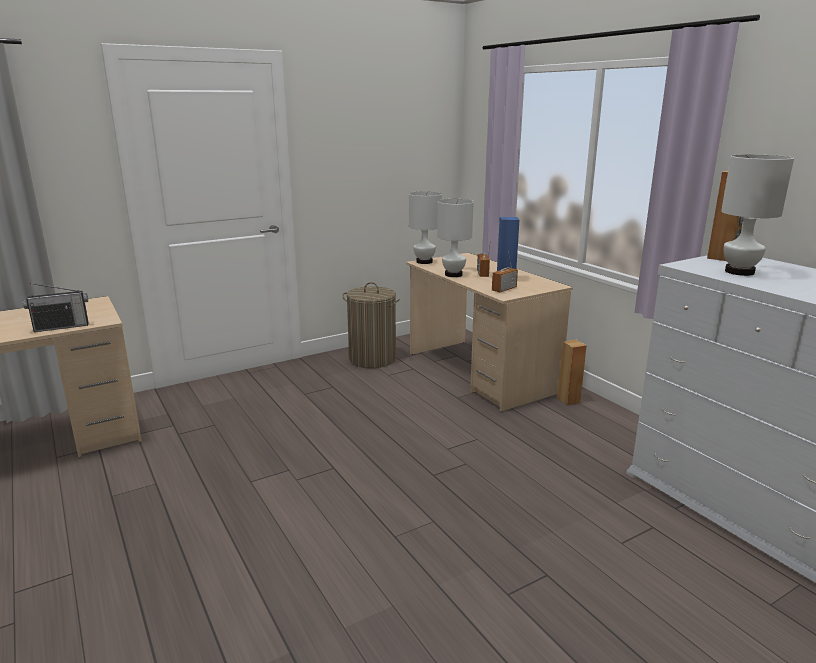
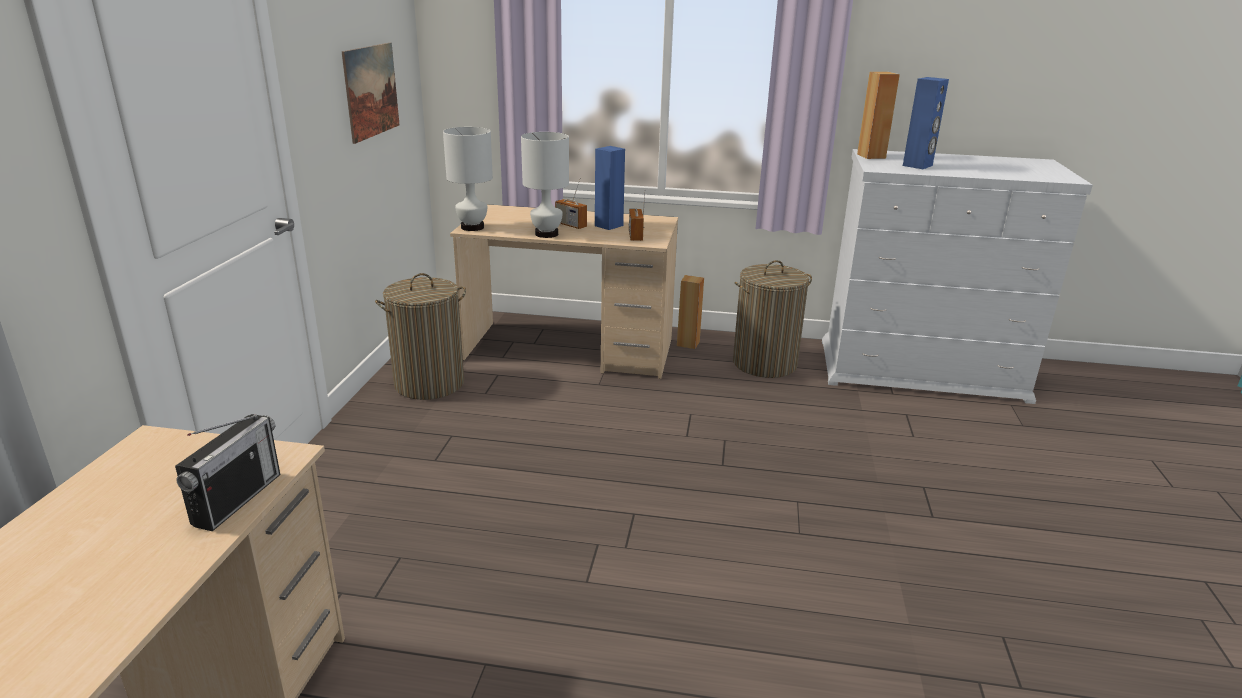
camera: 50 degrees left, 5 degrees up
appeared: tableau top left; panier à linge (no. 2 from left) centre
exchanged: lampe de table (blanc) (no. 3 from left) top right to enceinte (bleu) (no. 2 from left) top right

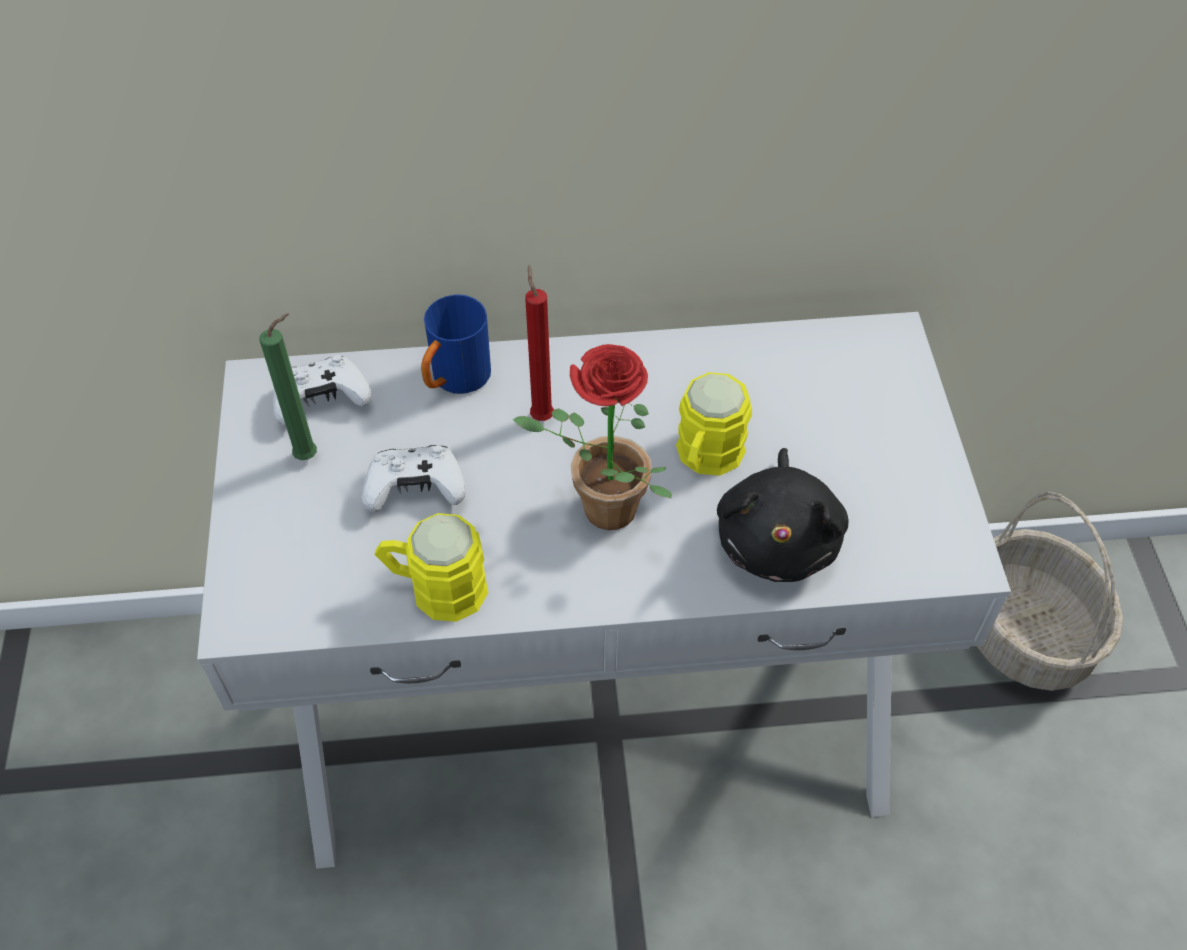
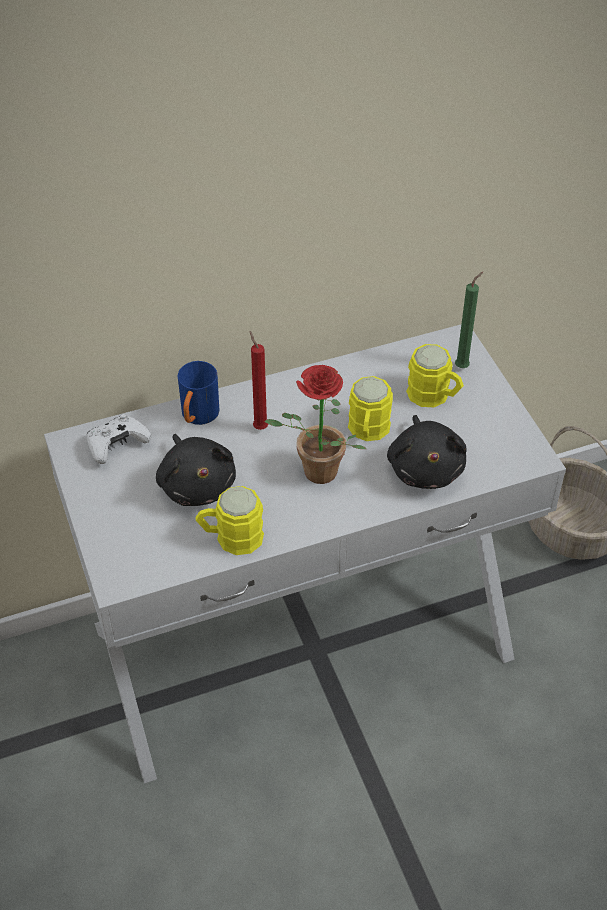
camera: 15 degrees left, 5 degrees down
appeared: mug (jaune) (no. 3 from left) middle right
relocated: bougie (vert) middle left to middle right
exchanged: manette (blanc) (no. 2 from left) centre to peluche (noir) (no. 1 from left) middle left

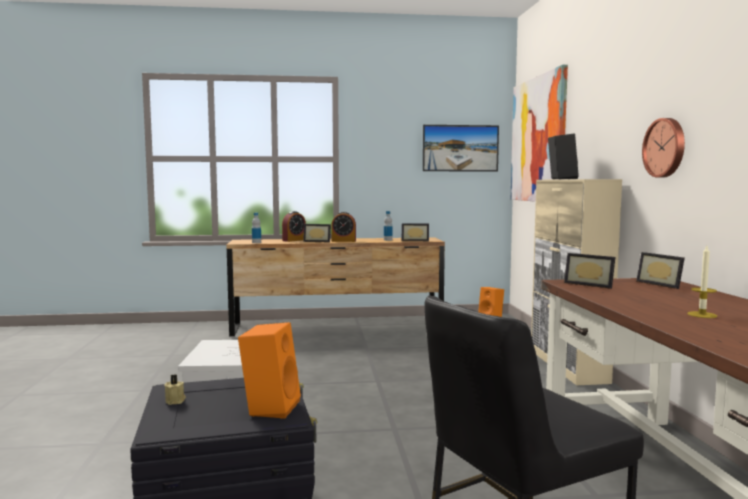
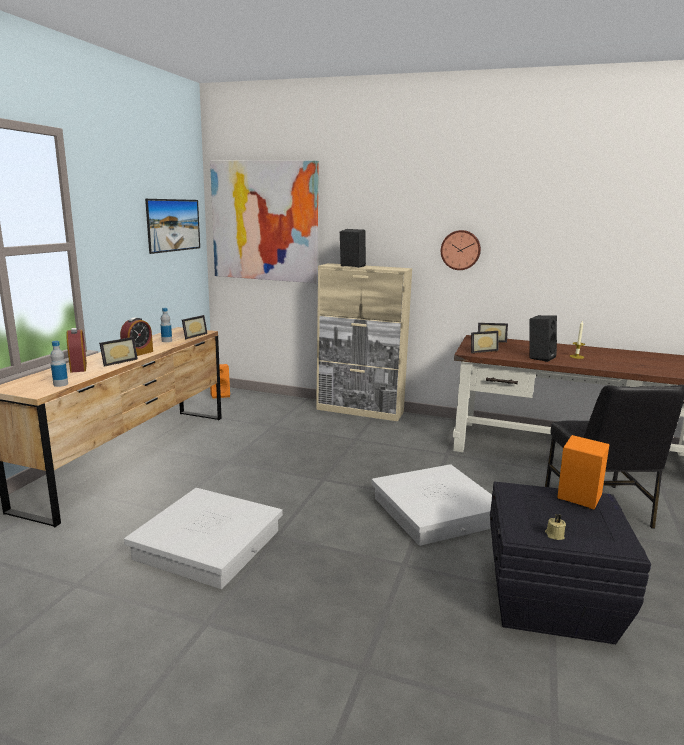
camera: 65 degrees left, 10 degrees up
appeared: boîte de rangement (blanc) (no. 2 from left) bottom centre; enceinte (noir) (no. 2 from left) middle right

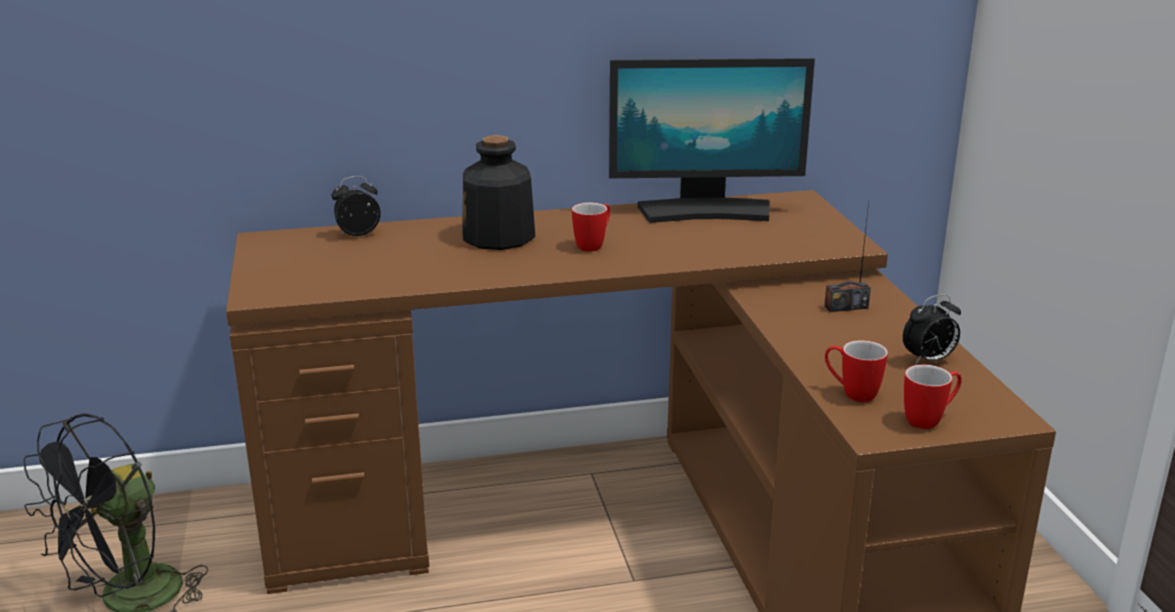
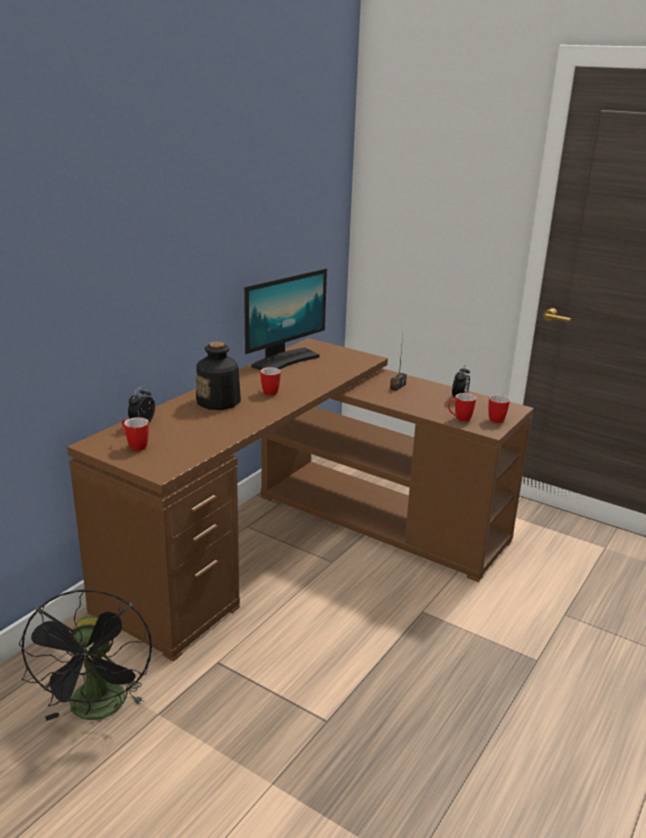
camera: 45 degrees left, 0 degrees up
appeared: mug (no. 1 from left) middle left

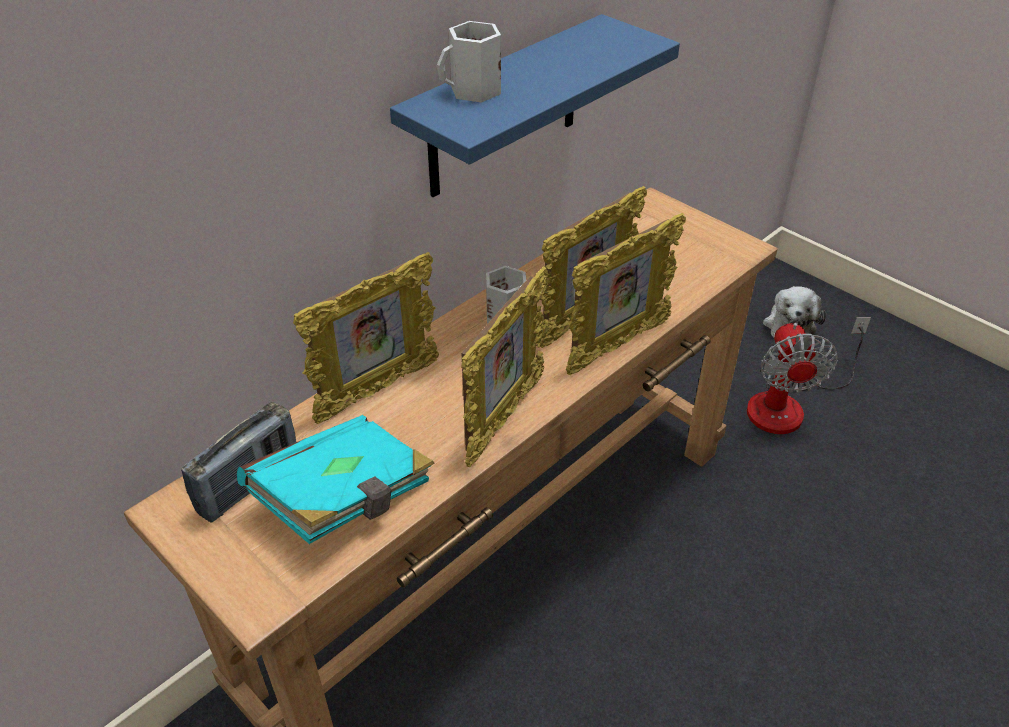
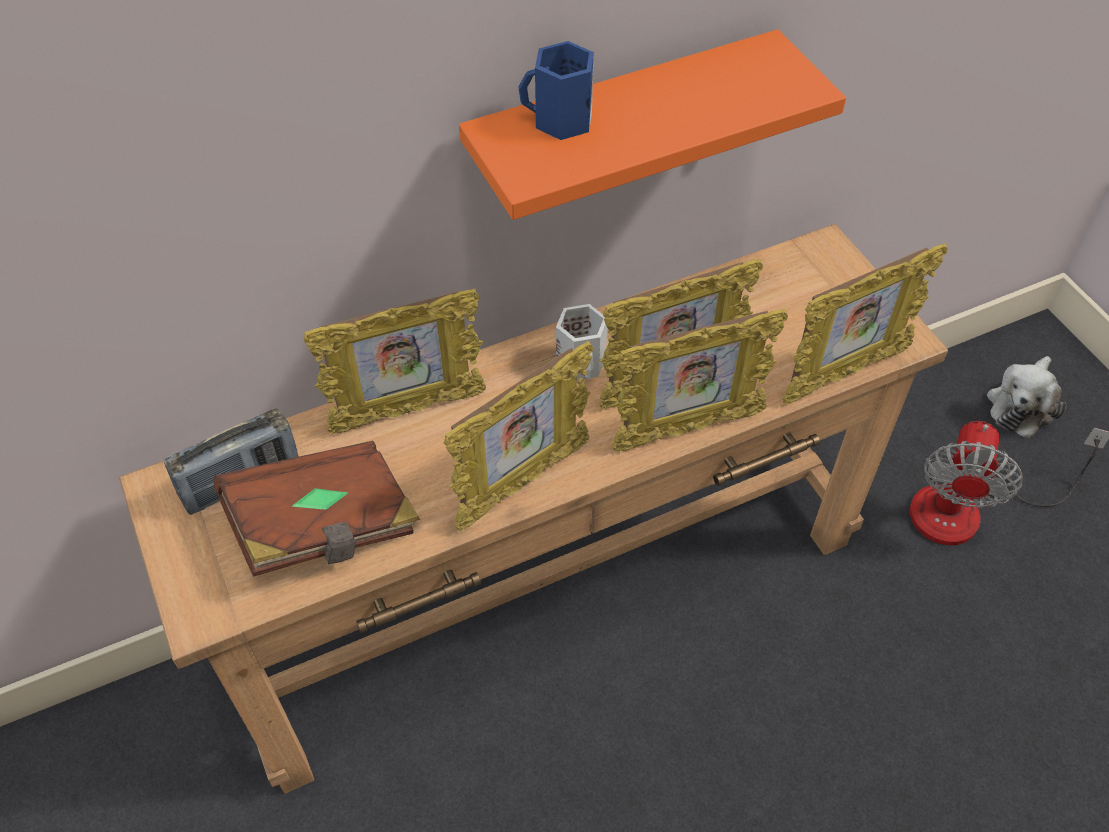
camera: 20 degrees right, 10 degrees up
appeared: cadre photo (no. 5 from left) middle right
colour: livre (turquoise) middle left to livre (marron) middle left; étagère (bleu) top centre to étagère (orange) top centre; mug (blanc) (no. 1 from left) top centre to mug (bleu) top centre

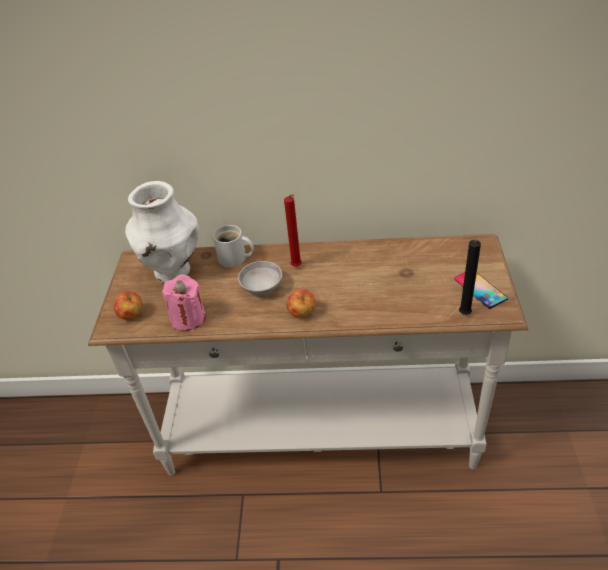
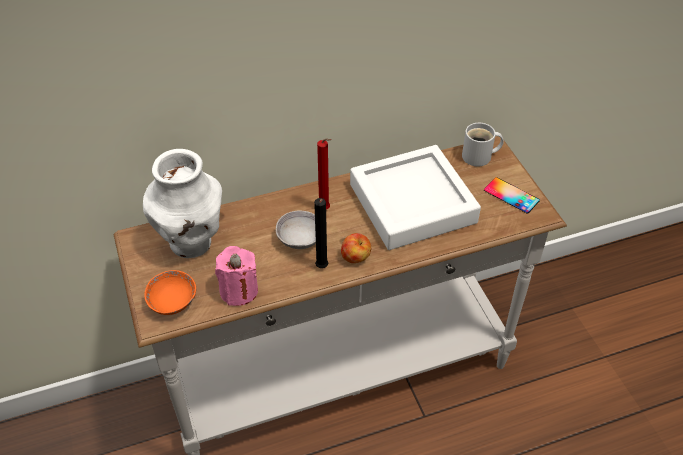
camera: 25 degrees left, 5 degrees up
appeared: plateau (blanc) centre
relocated: mug (blanc) centre to top right; bougie (noir) middle right to centre
exchanged: pomme (no. 1 from left) middle left to bol (orange) middle left

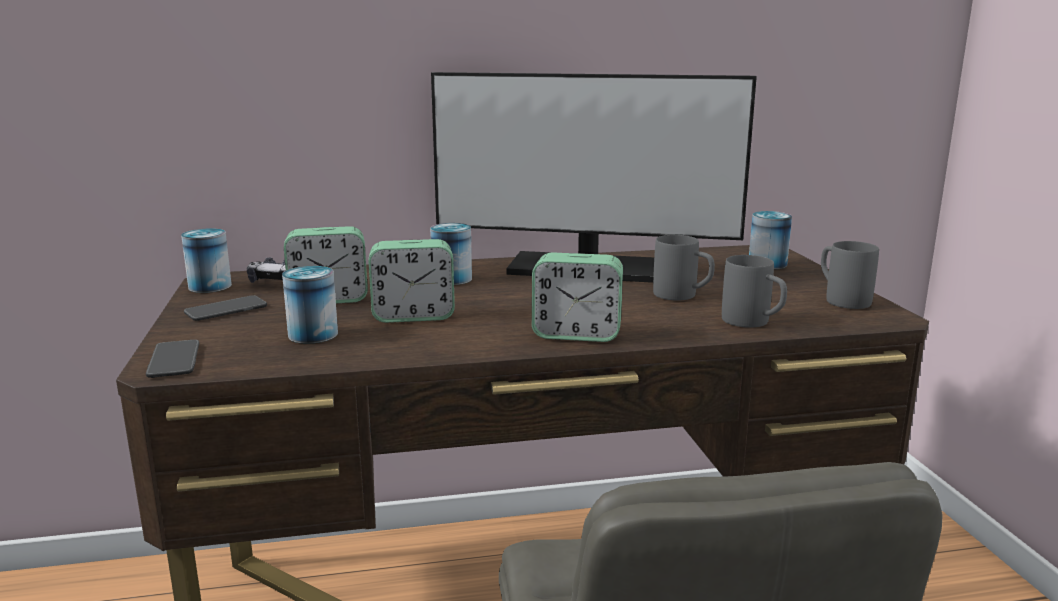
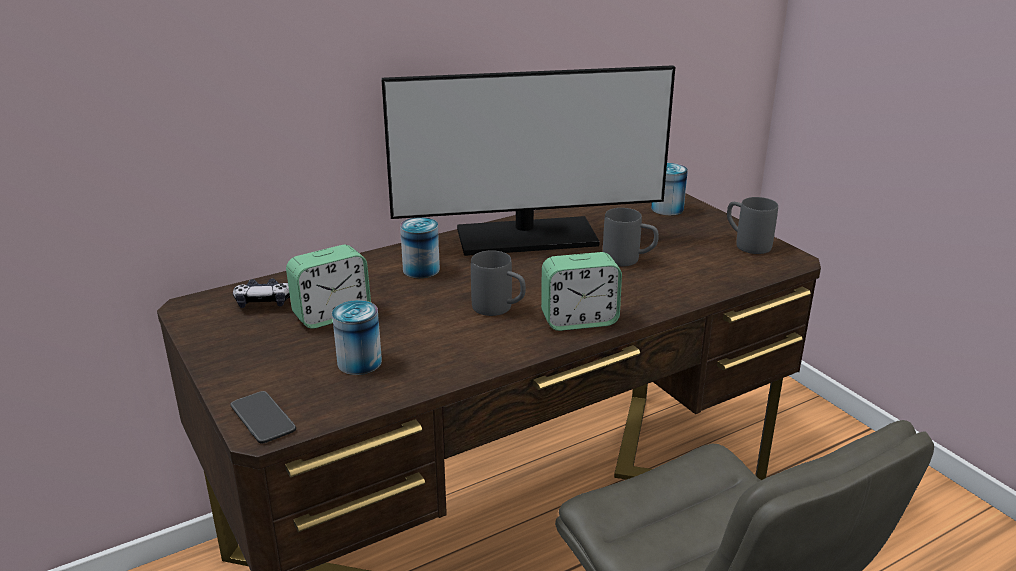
camera: 20 degrees left, 10 degrees up
missing: boîte métallique (no. 1 from left) middle left; téléphone (no. 2 from left) middle left; réveil (no. 2 from left) centre
relocated: mug (gris) (no. 2 from left in the first image) middle right to mug (gris) (no. 1 from left) centre

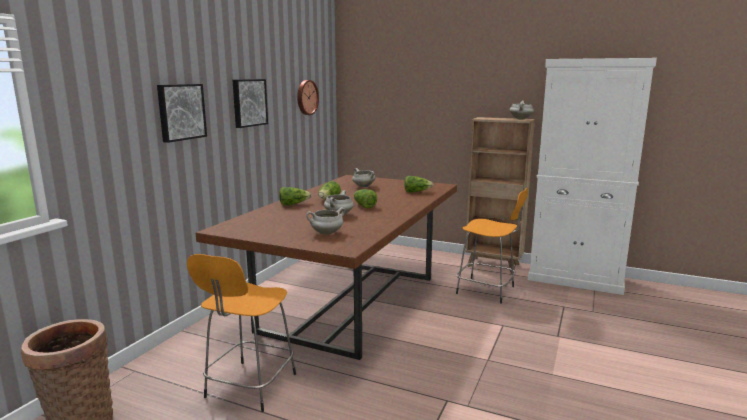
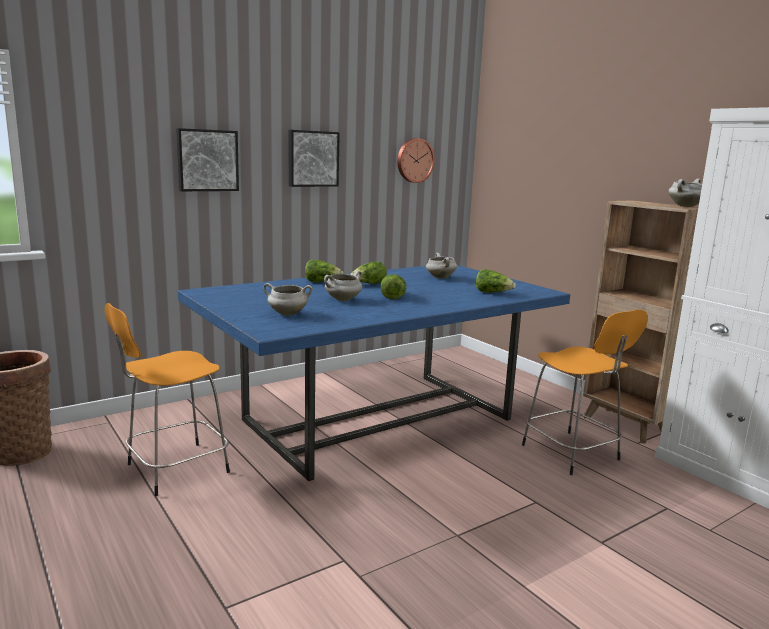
camera: 30 degrees right, 0 degrees up
colour: table à manger (marron) centre to table à manger (bleu) centre

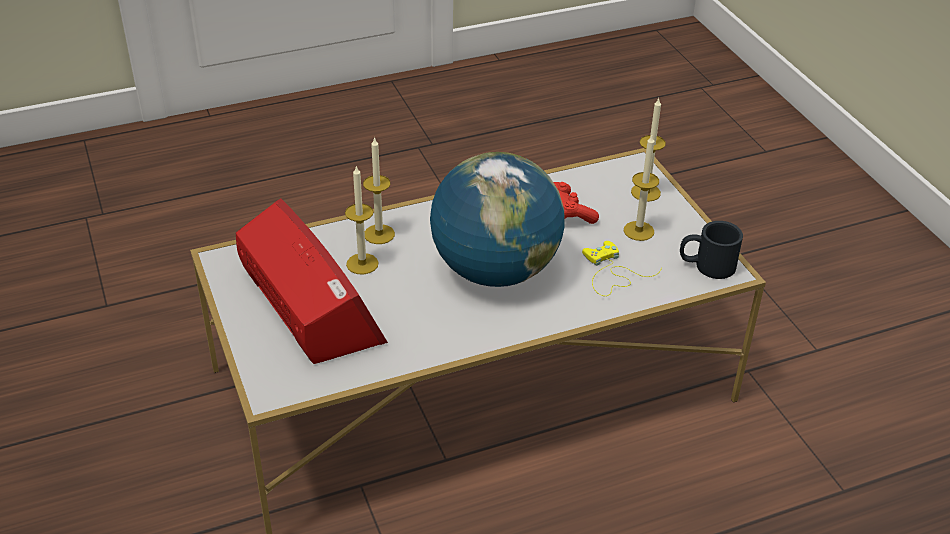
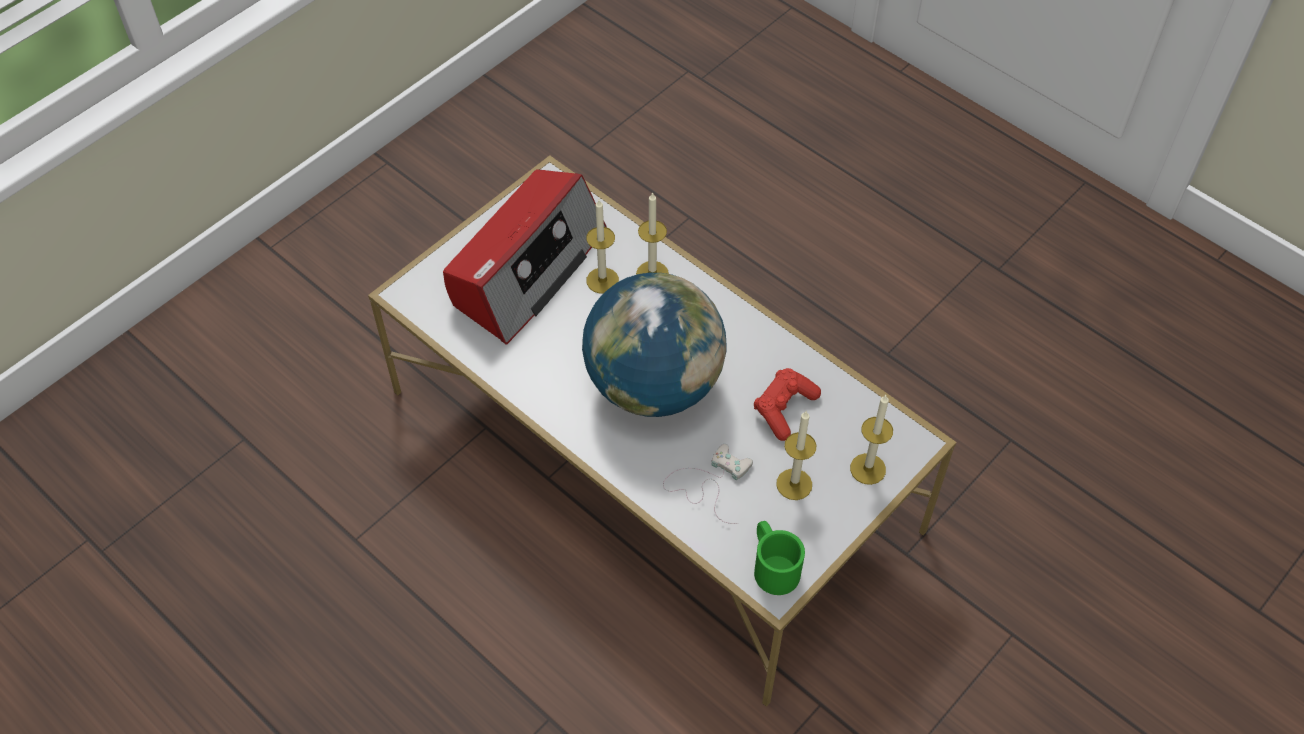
camera: 65 degrees right, 15 degrees up
colour: manette (jaune) centre to manette (blanc) centre; mug (noir) middle right to mug (vert) bottom centre

